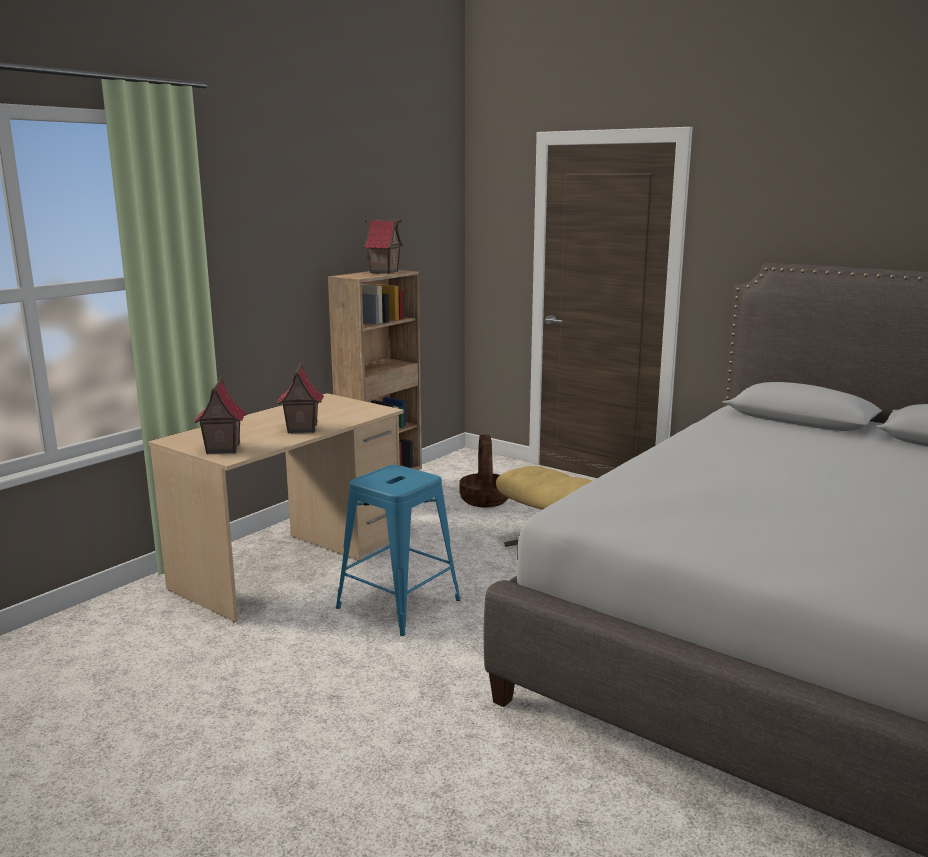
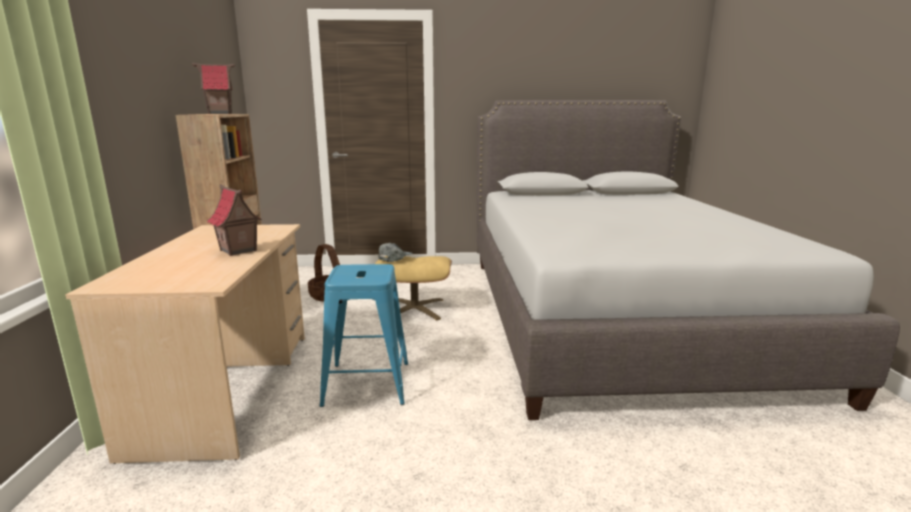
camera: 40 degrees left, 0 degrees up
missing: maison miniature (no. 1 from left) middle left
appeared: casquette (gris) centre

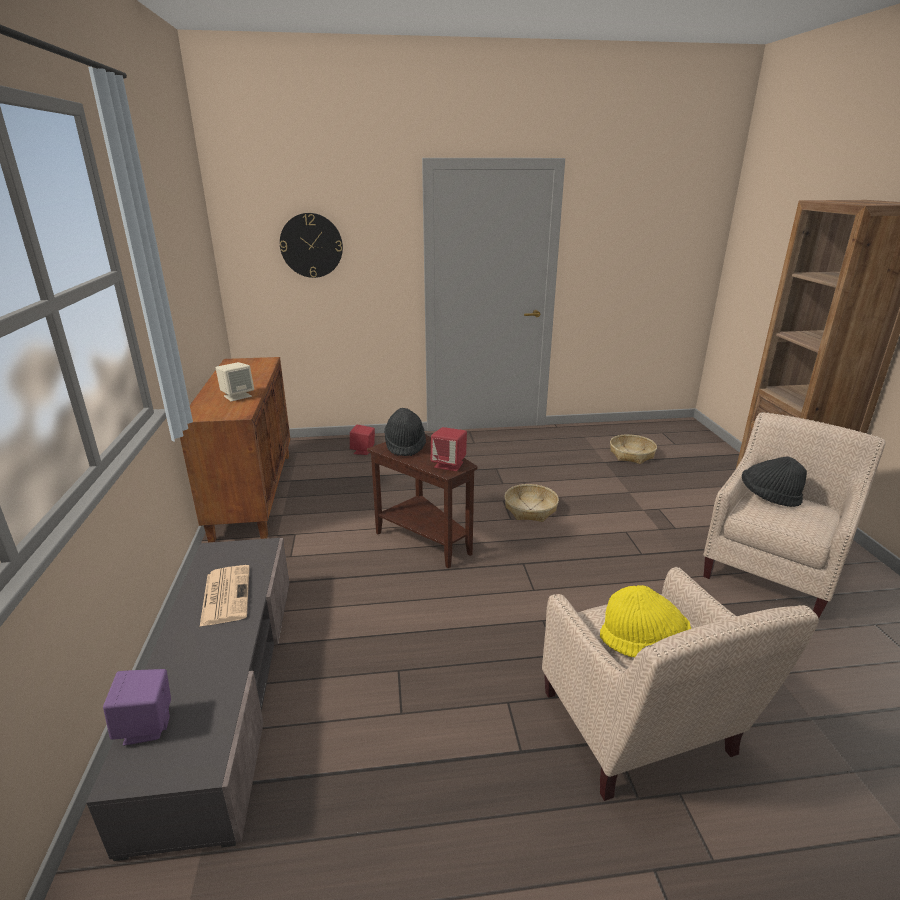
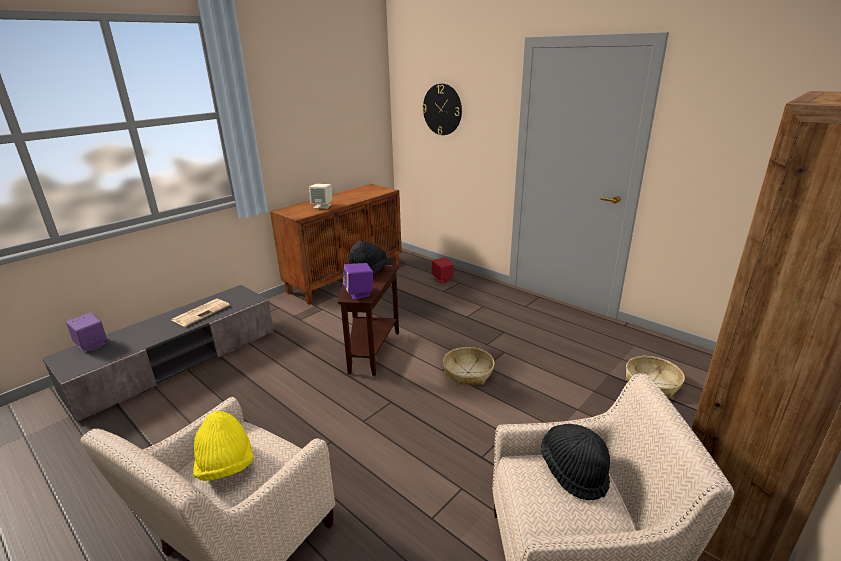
camera: 50 degrees right, 0 degrees up
colour: enceinte (rouge) (no. 2 from left) centre to enceinte (violet) (no. 2 from left) centre

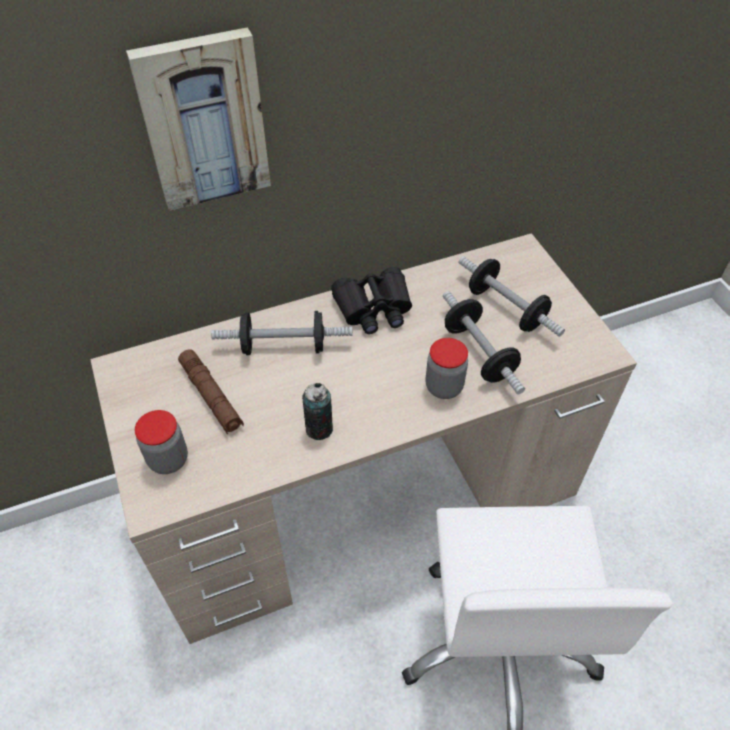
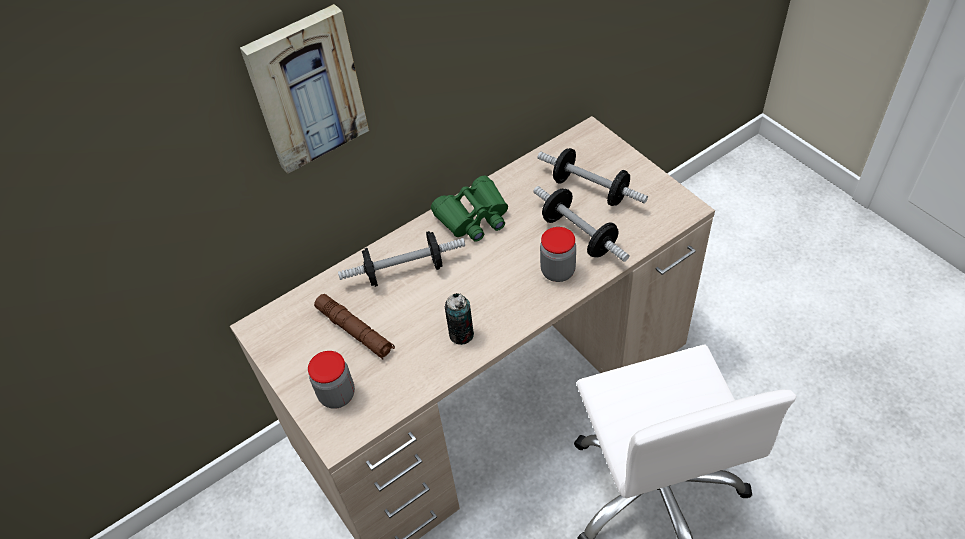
camera: 10 degrees left, 0 degrees up
colour: jumelles (noir) centre to jumelles (vert) centre

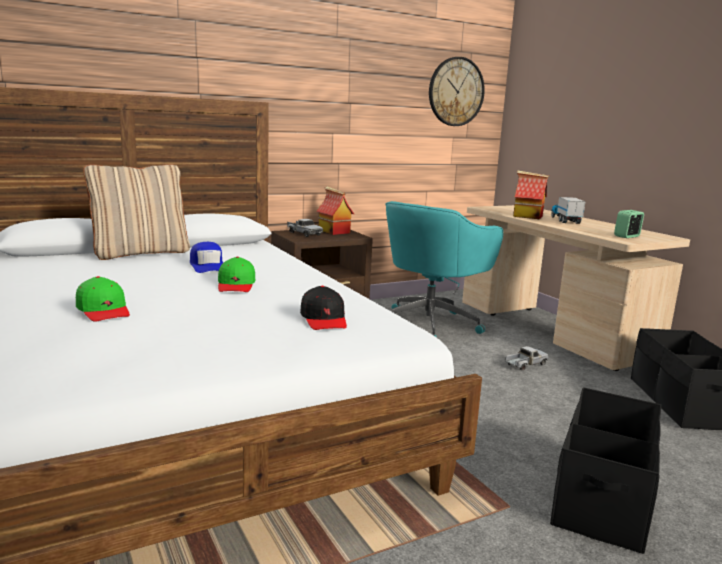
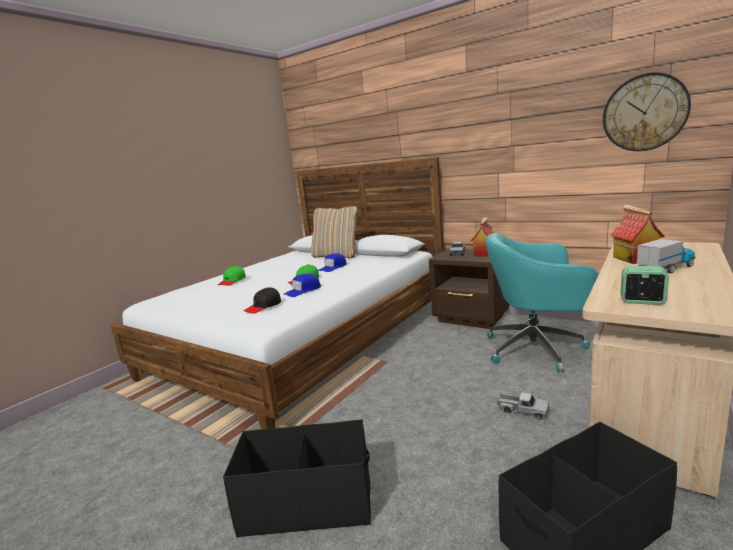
camera: 65 degrees right, 0 degrees up
appeared: casquette (bleu) (no. 1 from left) centre

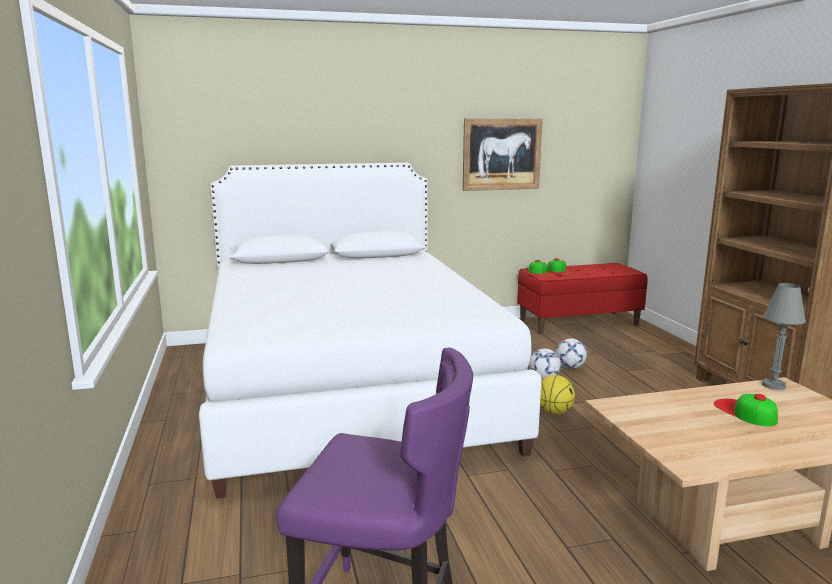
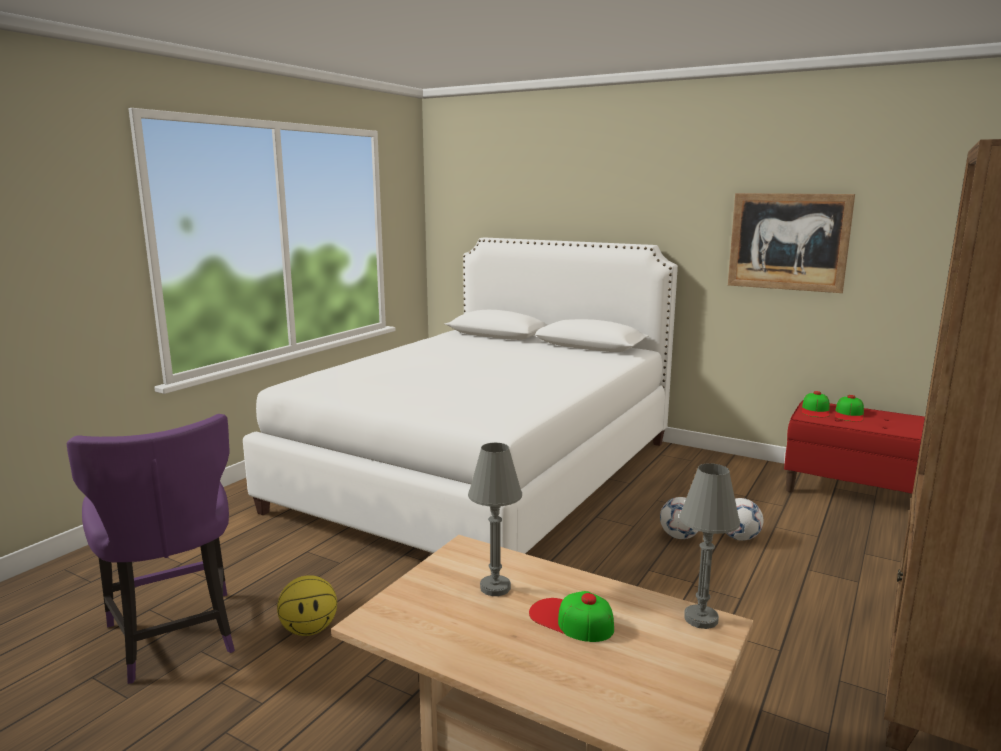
camera: 45 degrees right, 0 degrees up
appeared: lampe de table (gris) (no. 1 from left) bottom centre
relocated: ballon de basket bottom right to bottom left
spun: casquette (no. 3 from left in the first image) bottom right = bottom centre 75 degrees counterclockwise

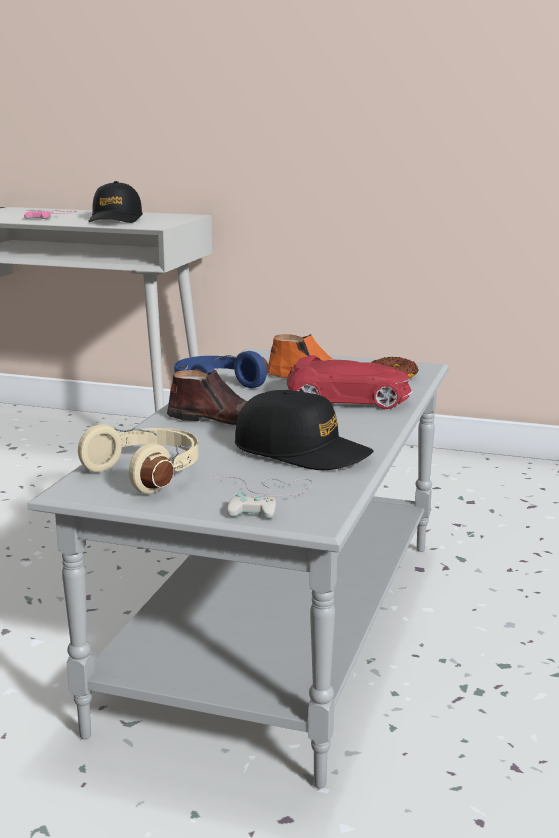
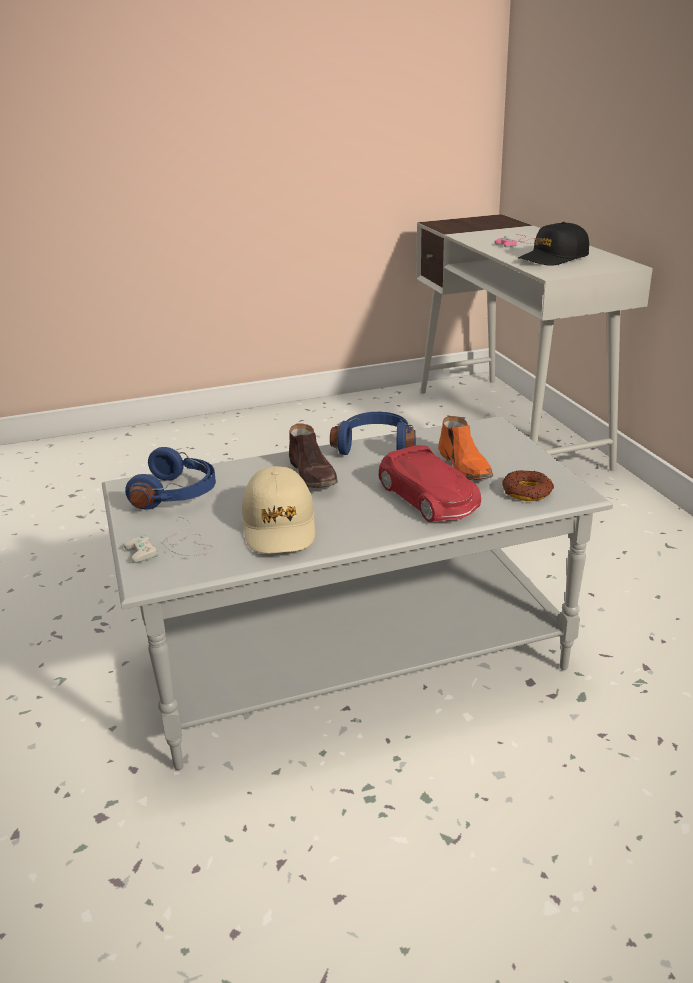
camera: 55 degrees right, 10 degrees up
colour: casque audio (beige) middle left to casque audio (bleu) (no. 1 from left) middle left; casquette (noir) (no. 2 from left) centre to casquette (beige) centre

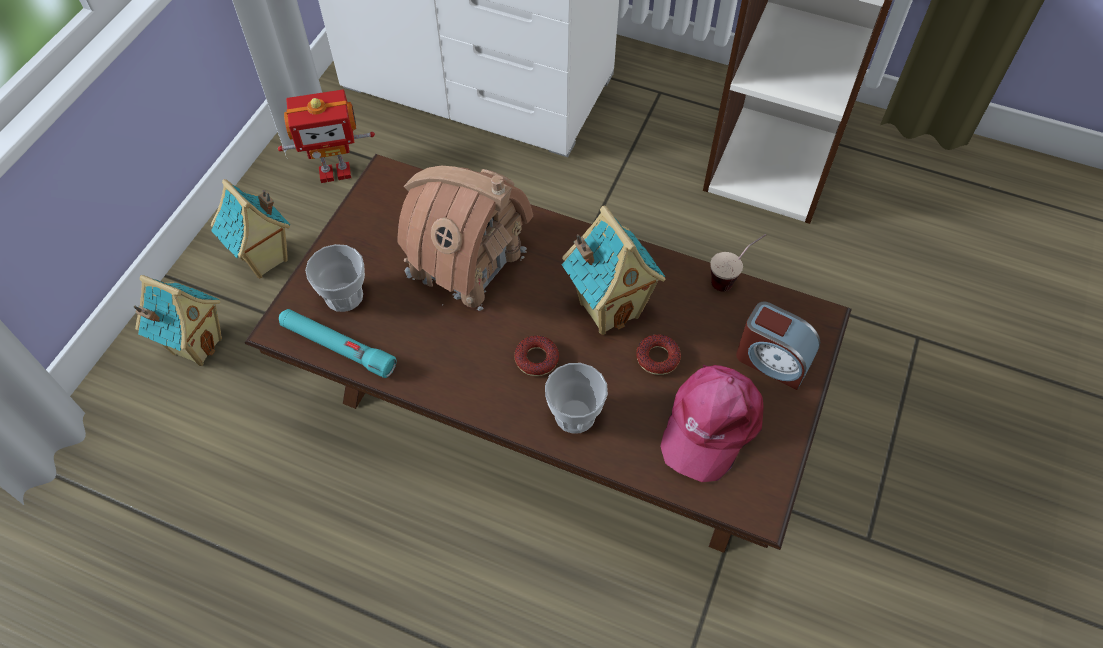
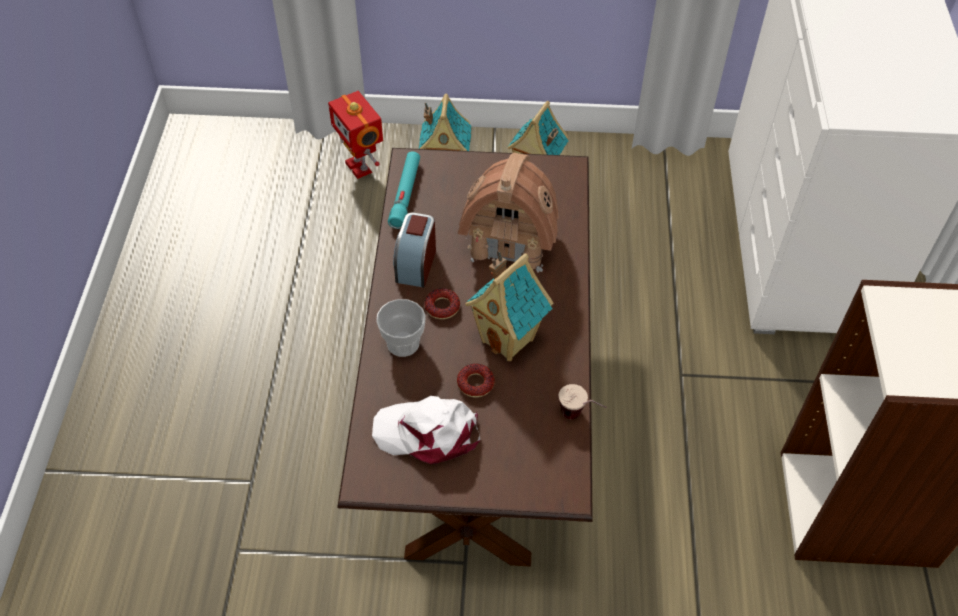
camera: 70 degrees right, 5 degrees down
missing: tasse (no. 1 from left) middle left
relocated: robot jouet top left to top centre; réveil middle right to centre
colour: casquette (rose) centre to casquette (blanc) bottom centre

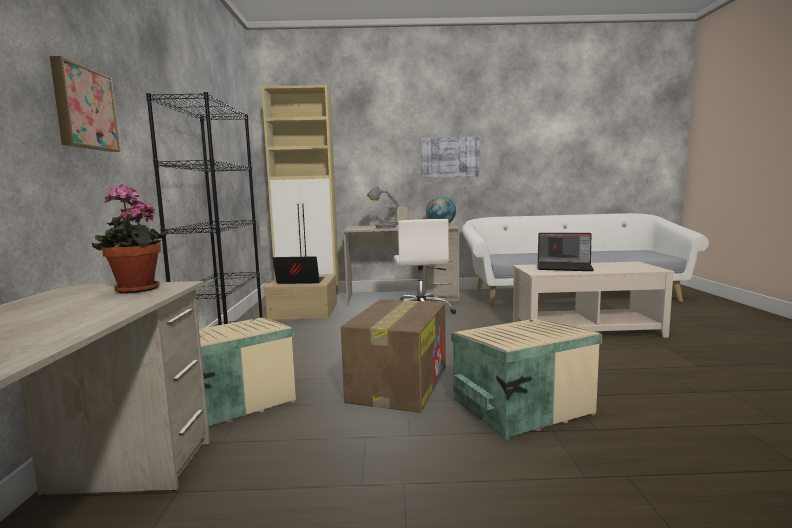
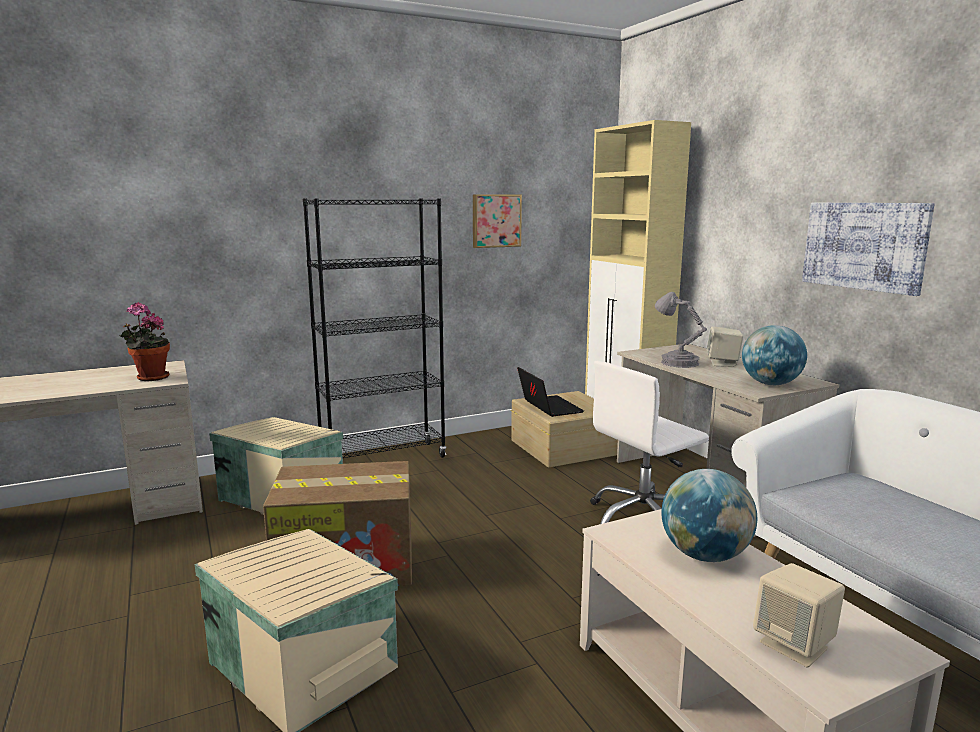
camera: 65 degrees right, 5 degrees up
appeared: enceinte (beige) (no. 2 from left) bottom right
relocated: tableau (no. 1 from left) top left to top centre
exchanged: ordinateur portable (no. 2 from left) middle right to globe (no. 1 from left) bottom right

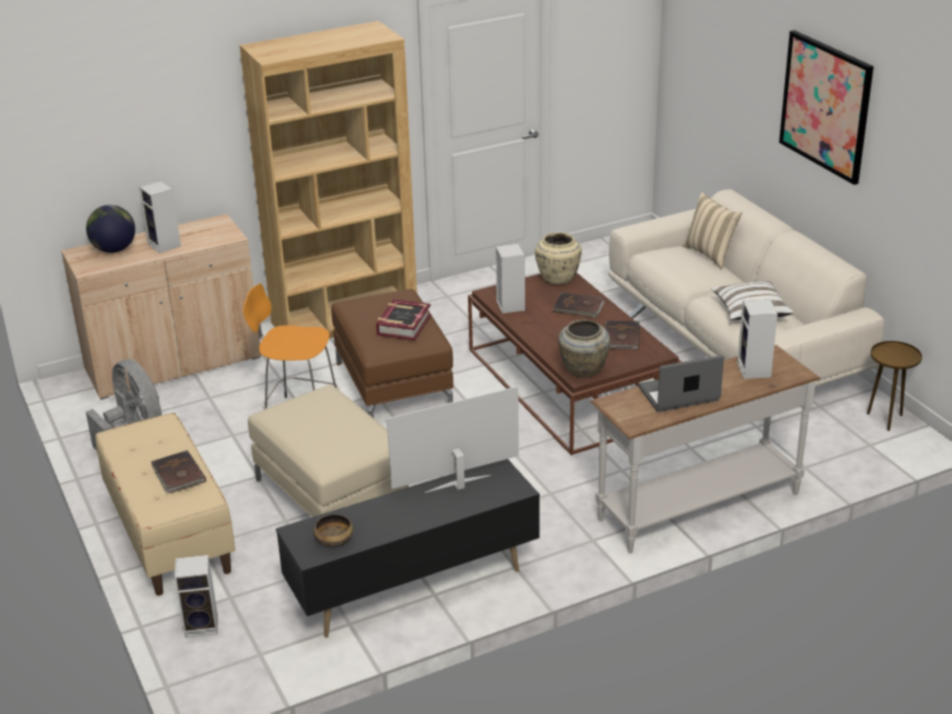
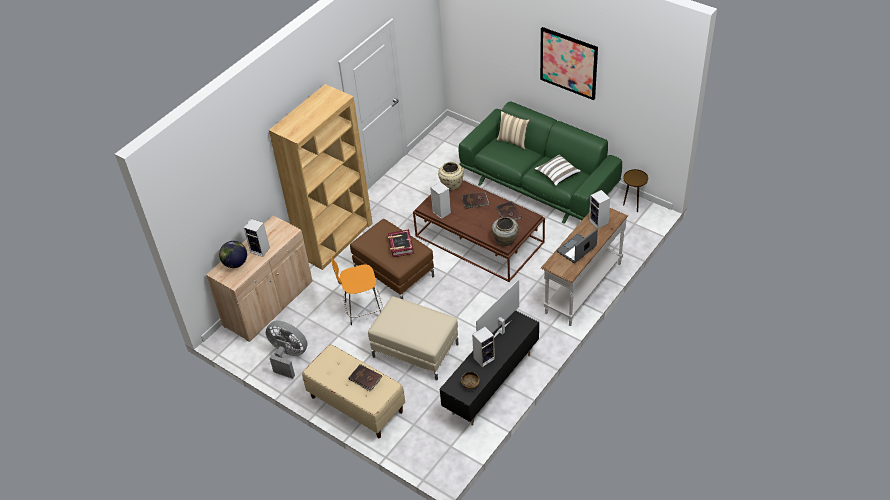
camera: 25 degrees left, 15 degrees up
relocated: enceinte (no. 2 from left in the first image) bottom left to enceinte (no. 3 from left) bottom centre
colour: canapé (beige) middle right to canapé (vert) top centre

